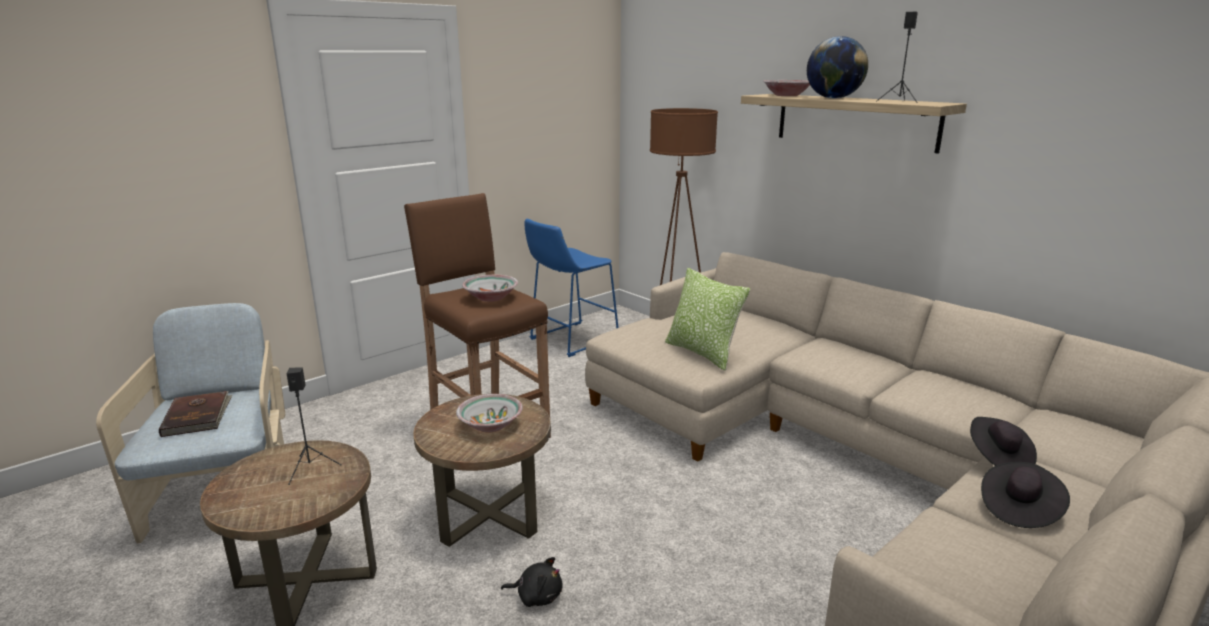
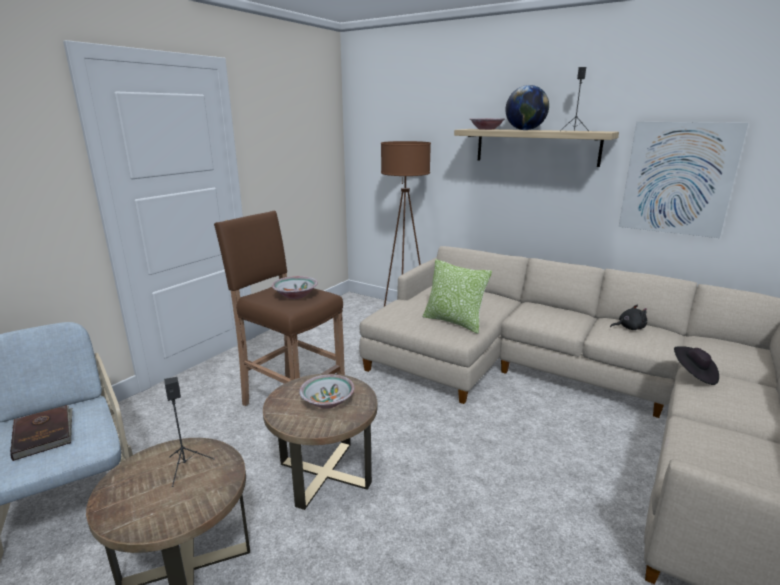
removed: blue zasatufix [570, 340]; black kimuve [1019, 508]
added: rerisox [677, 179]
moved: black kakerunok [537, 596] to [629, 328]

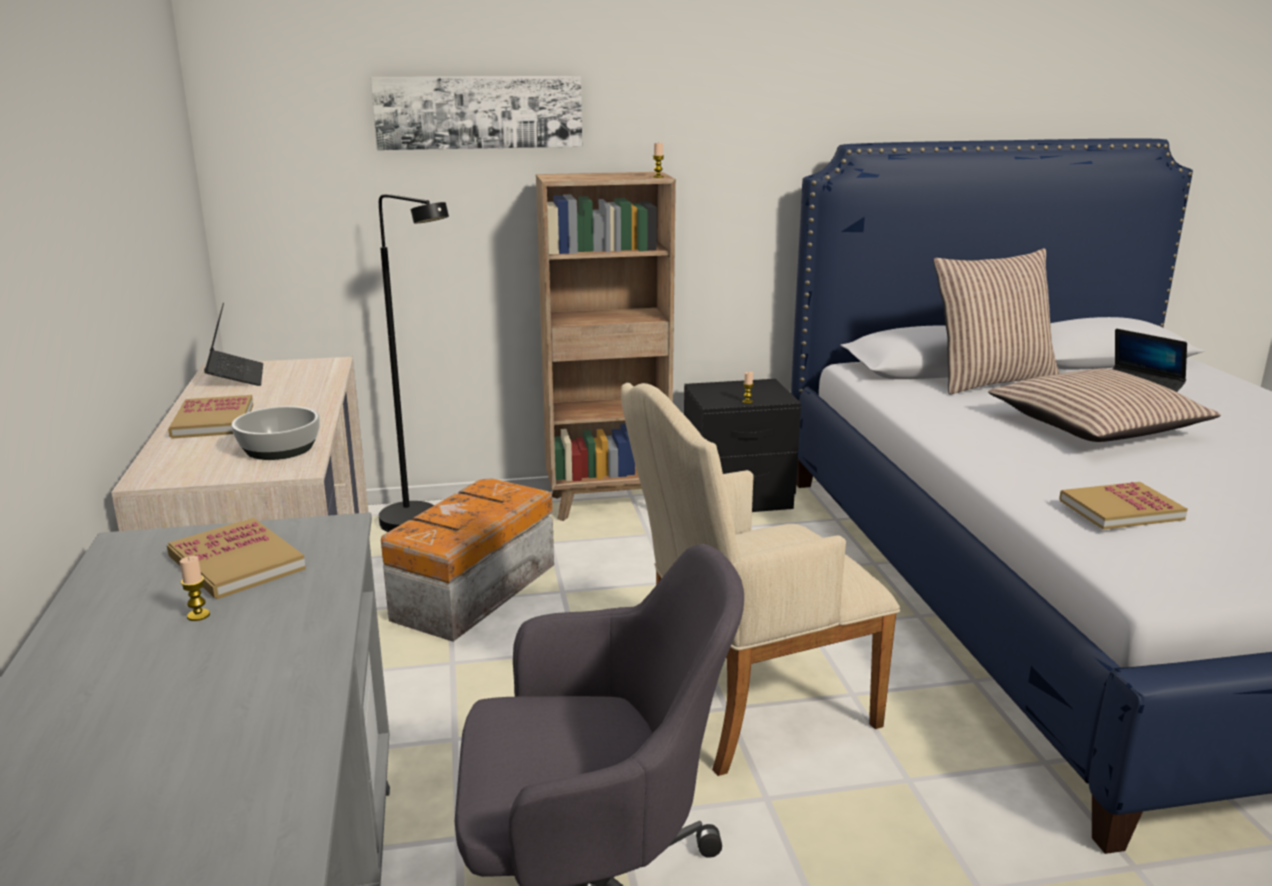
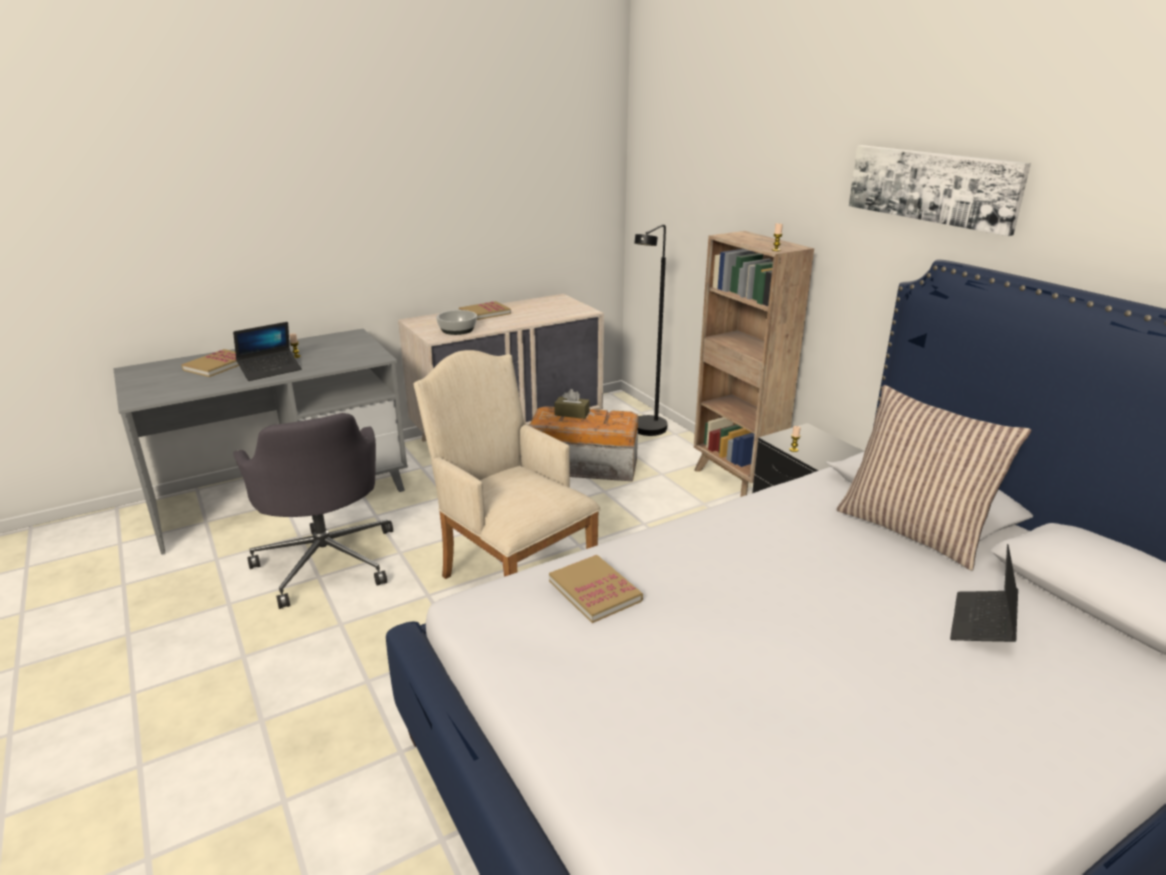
removed: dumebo [1095, 426]
added: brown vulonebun [572, 413]
moved: rerisox [479, 112] to [932, 186]; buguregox [236, 376] to [270, 370]; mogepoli [236, 563] to [217, 365]

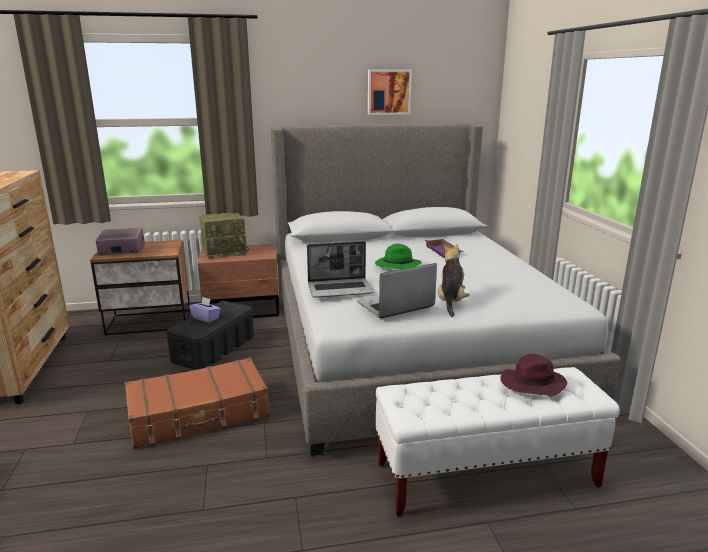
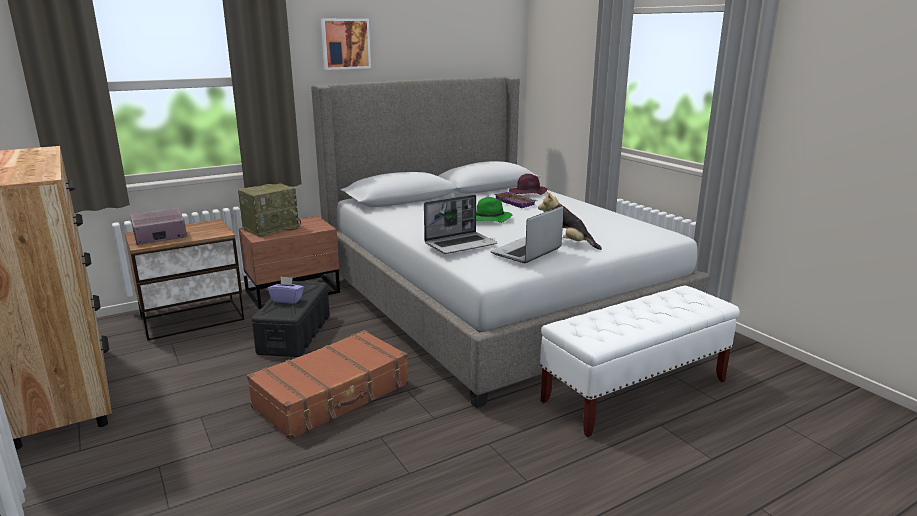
moved: rerisox [388, 92] to [345, 44]; purple kimuve [531, 385] to [527, 193]
turned: kakerunok [450, 302] = [567, 243] 45 degrees counterclockwise

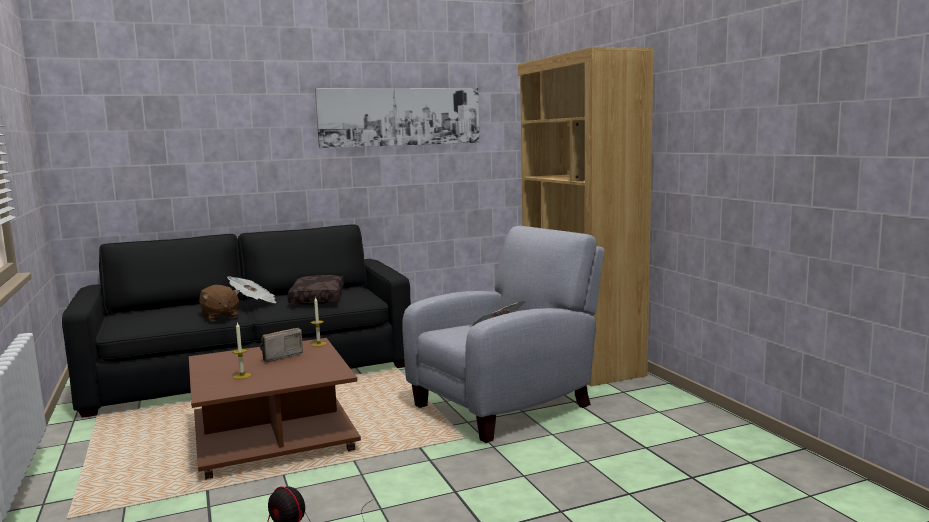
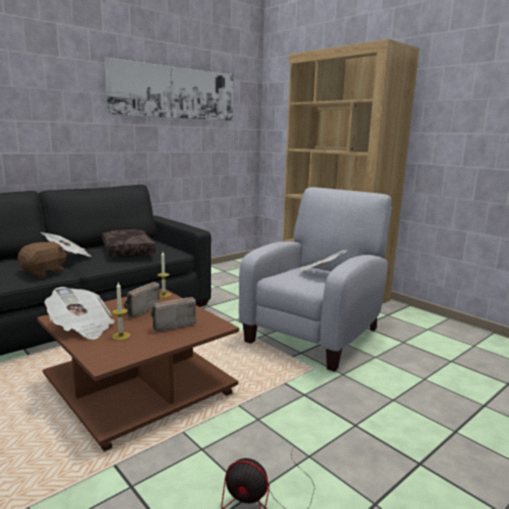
added: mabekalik [81, 328]; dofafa [171, 325]
turned: brown kakerunok [220, 317] = [44, 272] 90 degrees counterclockwise

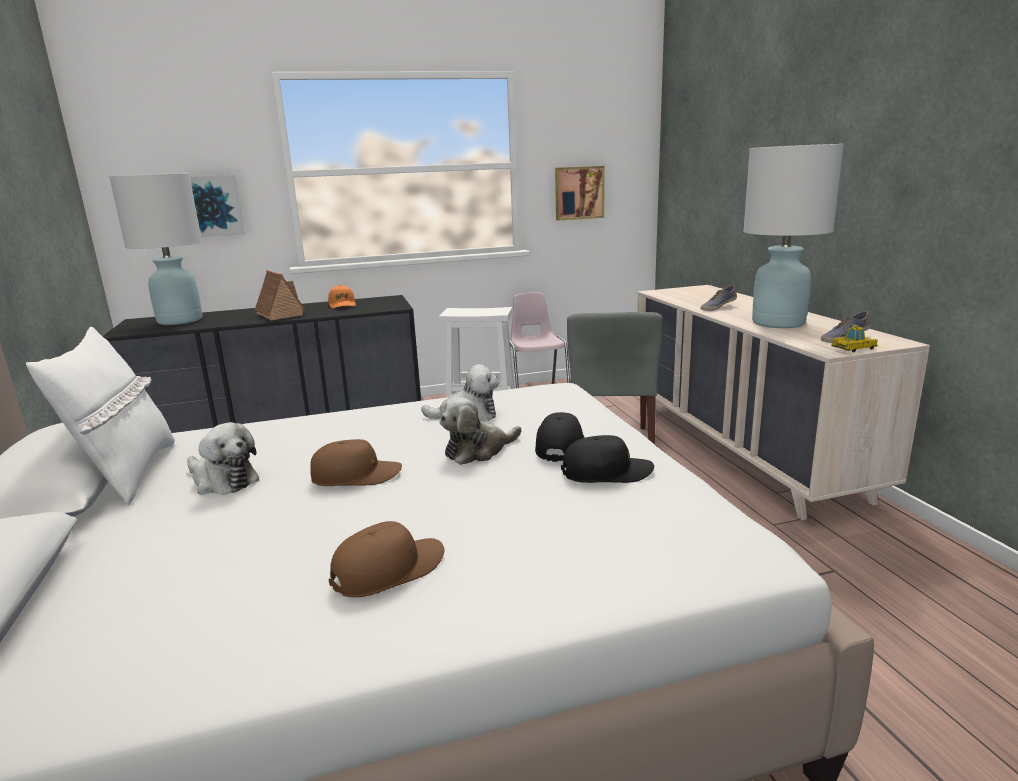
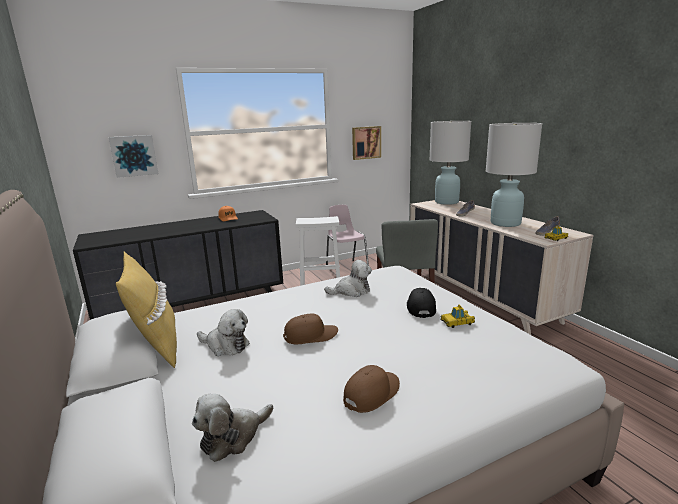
removed: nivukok [279, 314]
moved: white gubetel [180, 320] to [446, 202]; kakerunok [478, 451] to [233, 437]
replaced: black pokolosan [606, 472] to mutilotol [457, 322]
recoloured: white dumebo [127, 474] to yellow dumebo [157, 346]

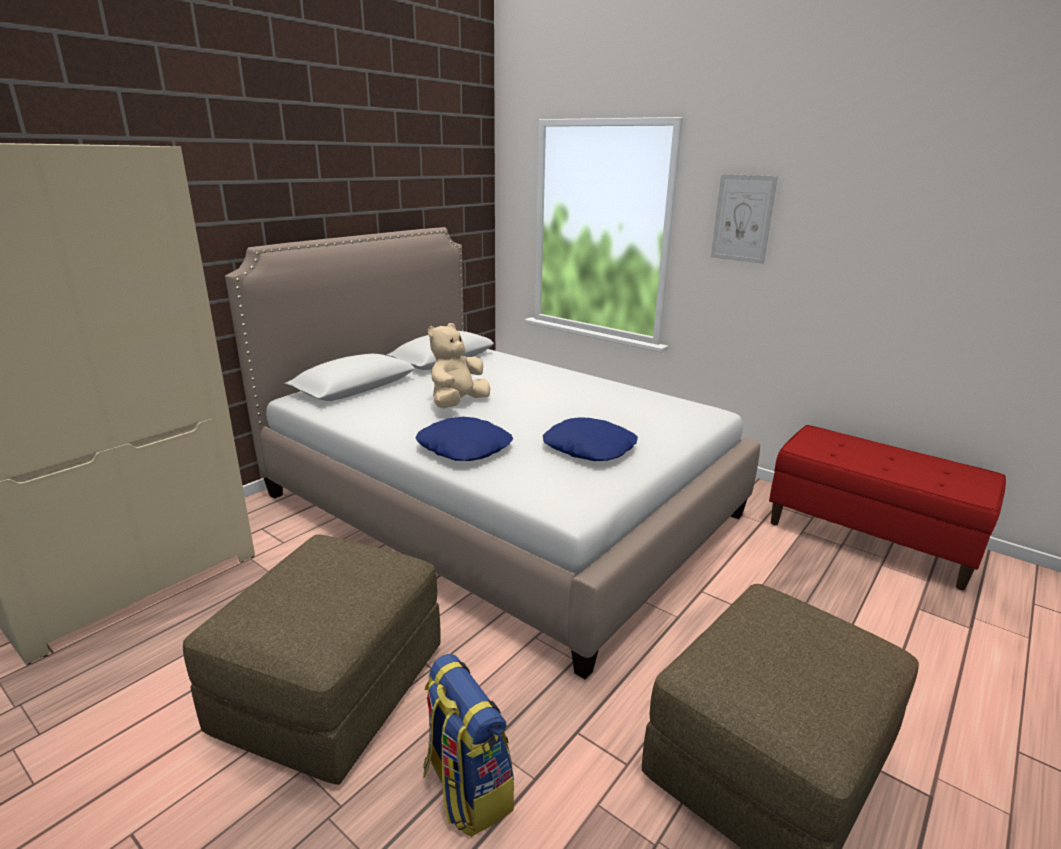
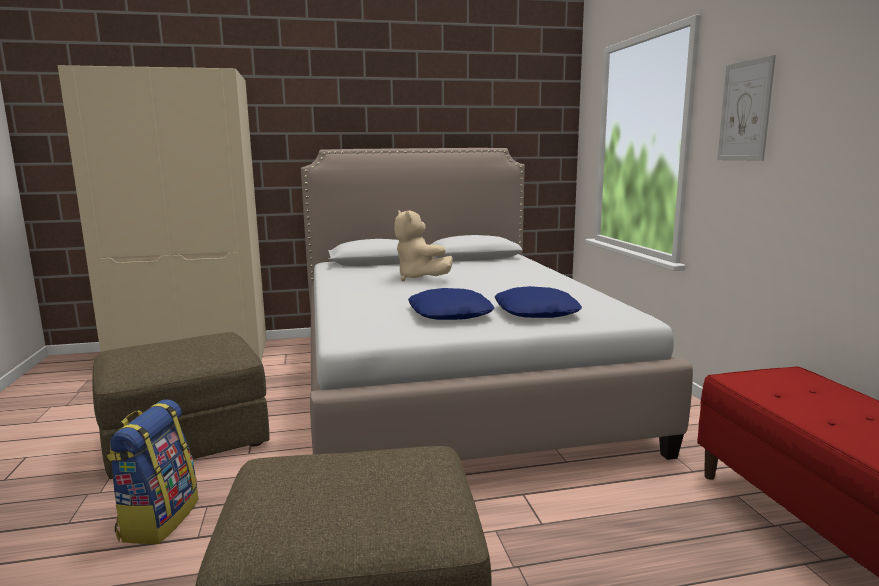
moved: blue dumebo [465, 448] to [536, 312]
turned: beige kakerunok [457, 404] = [419, 278] 105 degrees counterclockwise

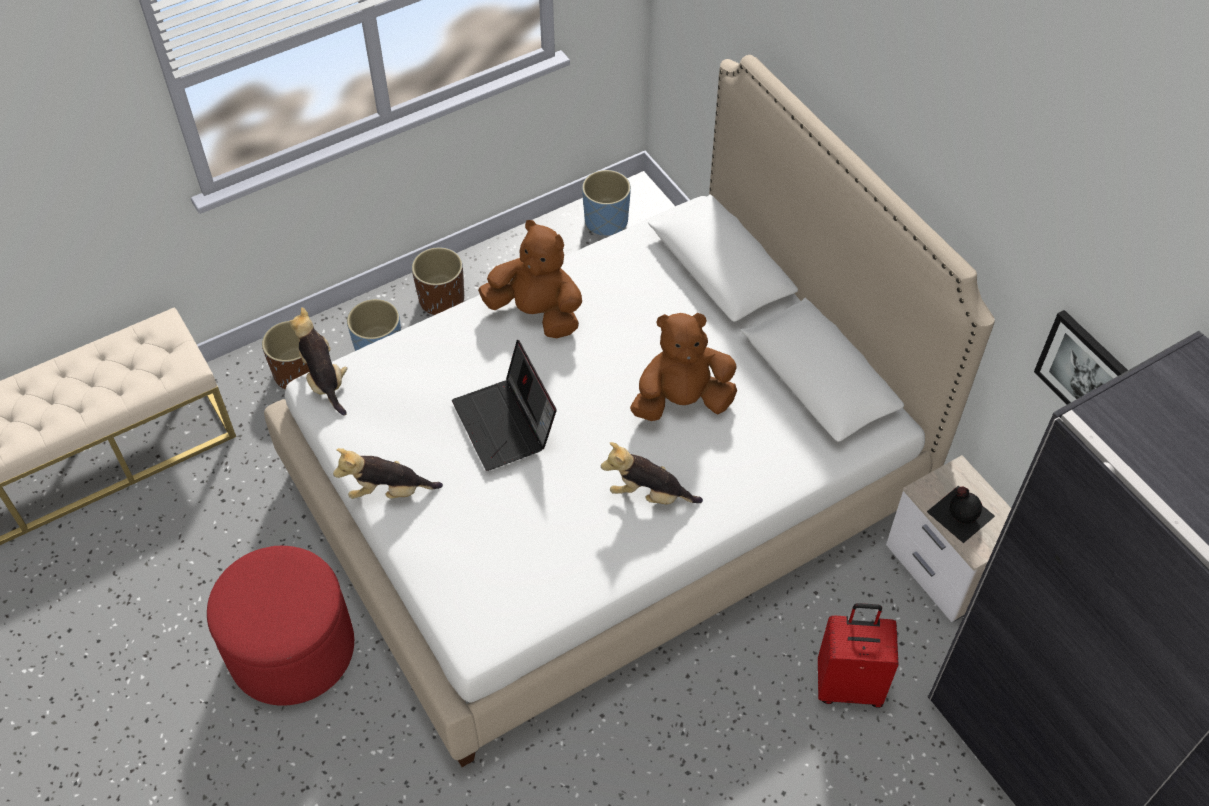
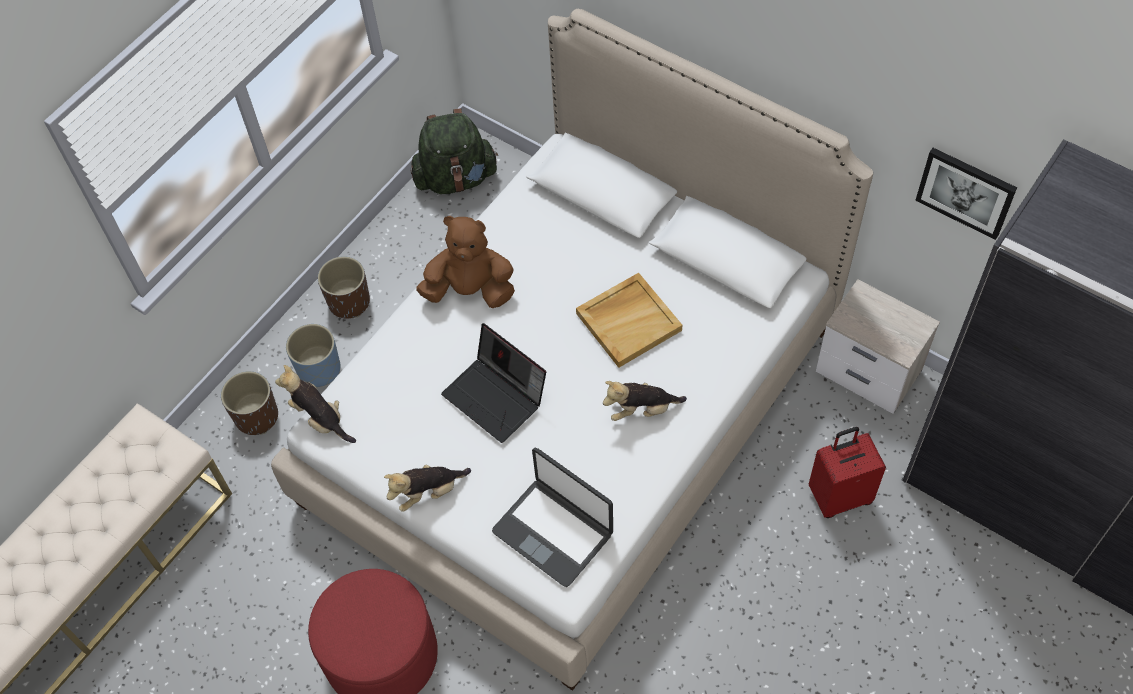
removed: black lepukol [960, 512]
added: buguregox [553, 532]
replaced: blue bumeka [606, 221] to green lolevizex [456, 178]; brown kakerunok [682, 401] to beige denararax [629, 321]

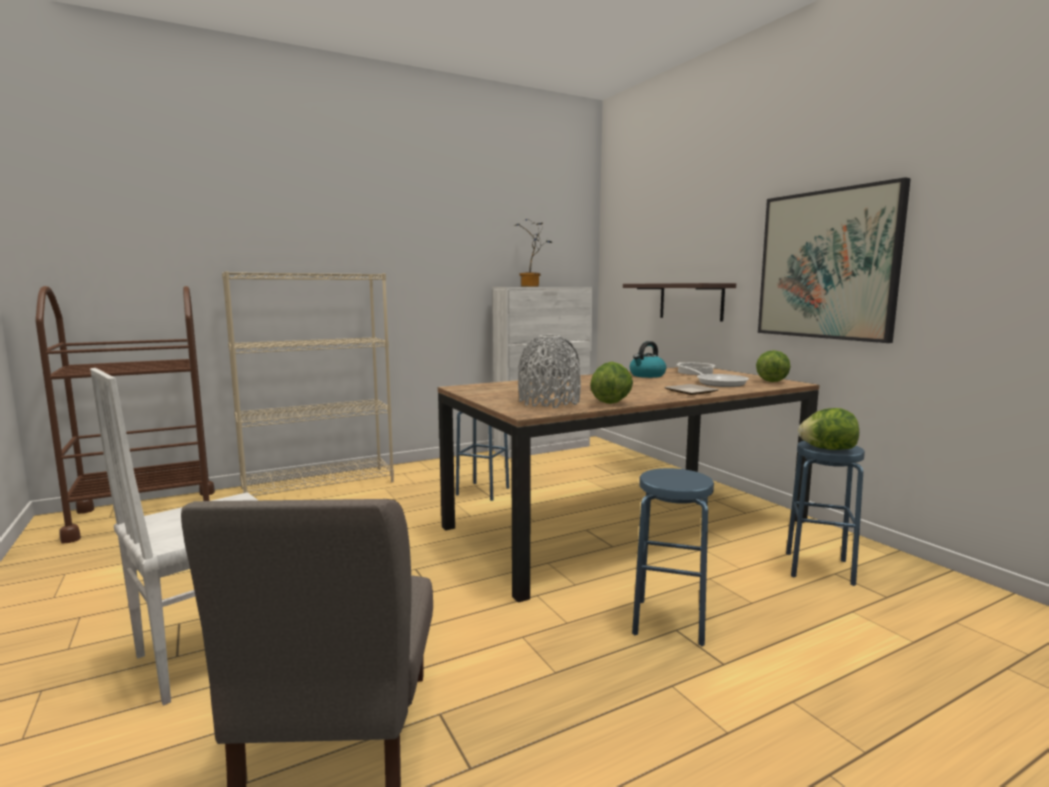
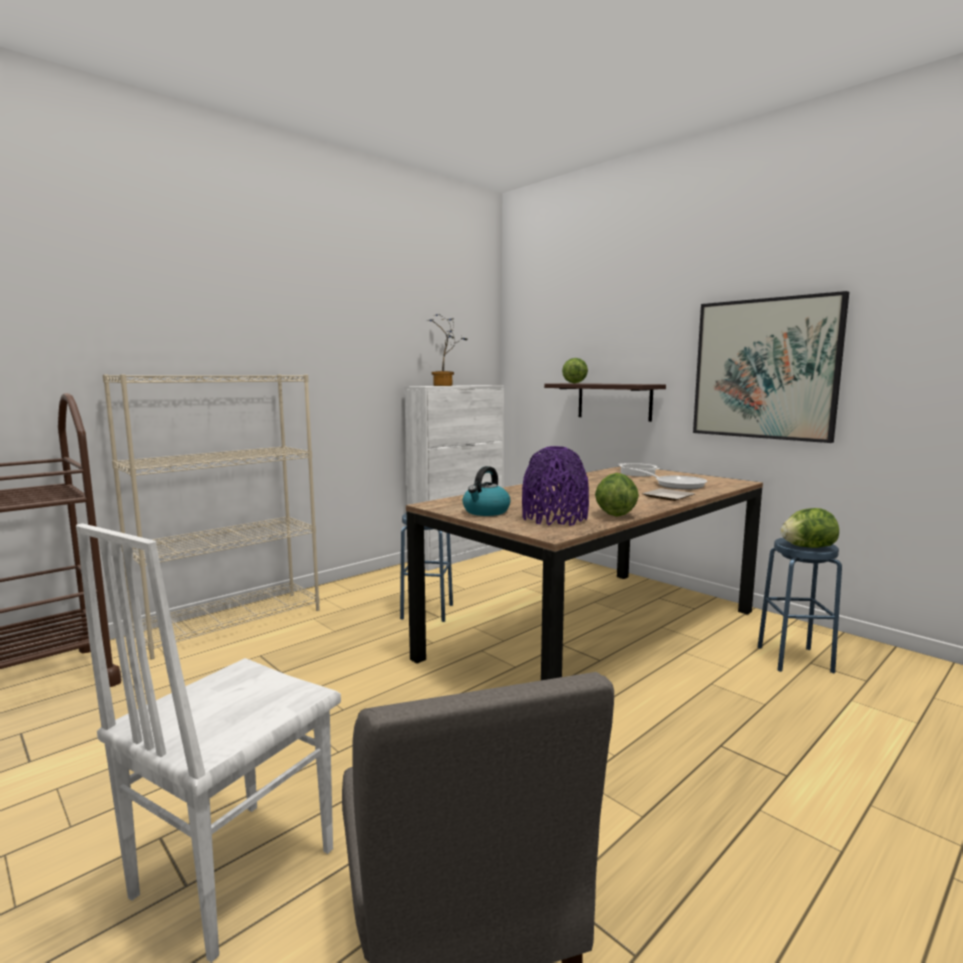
removed: blue zasatufix [669, 622]
moved: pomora [647, 375] to [486, 512]; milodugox [772, 381] to [574, 383]
recoloured: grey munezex [549, 402] to purple munezex [554, 518]

